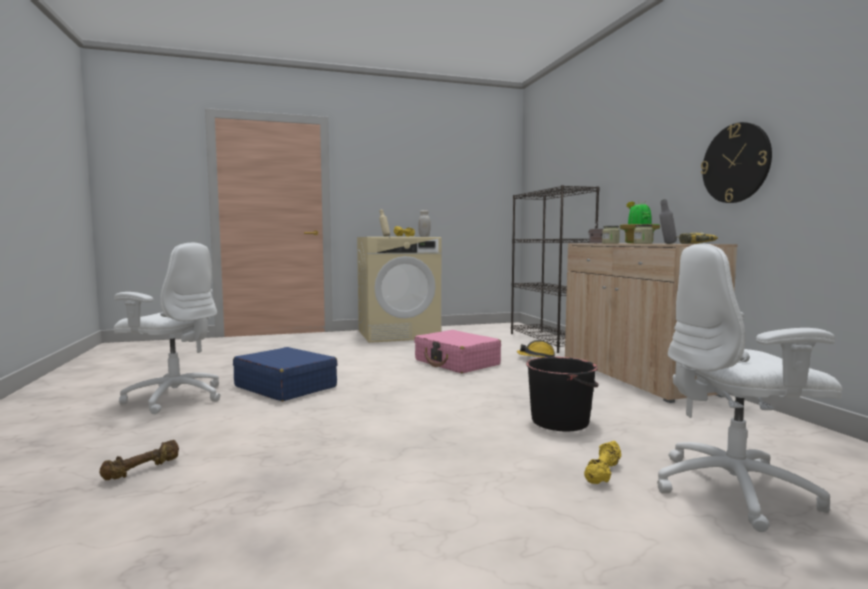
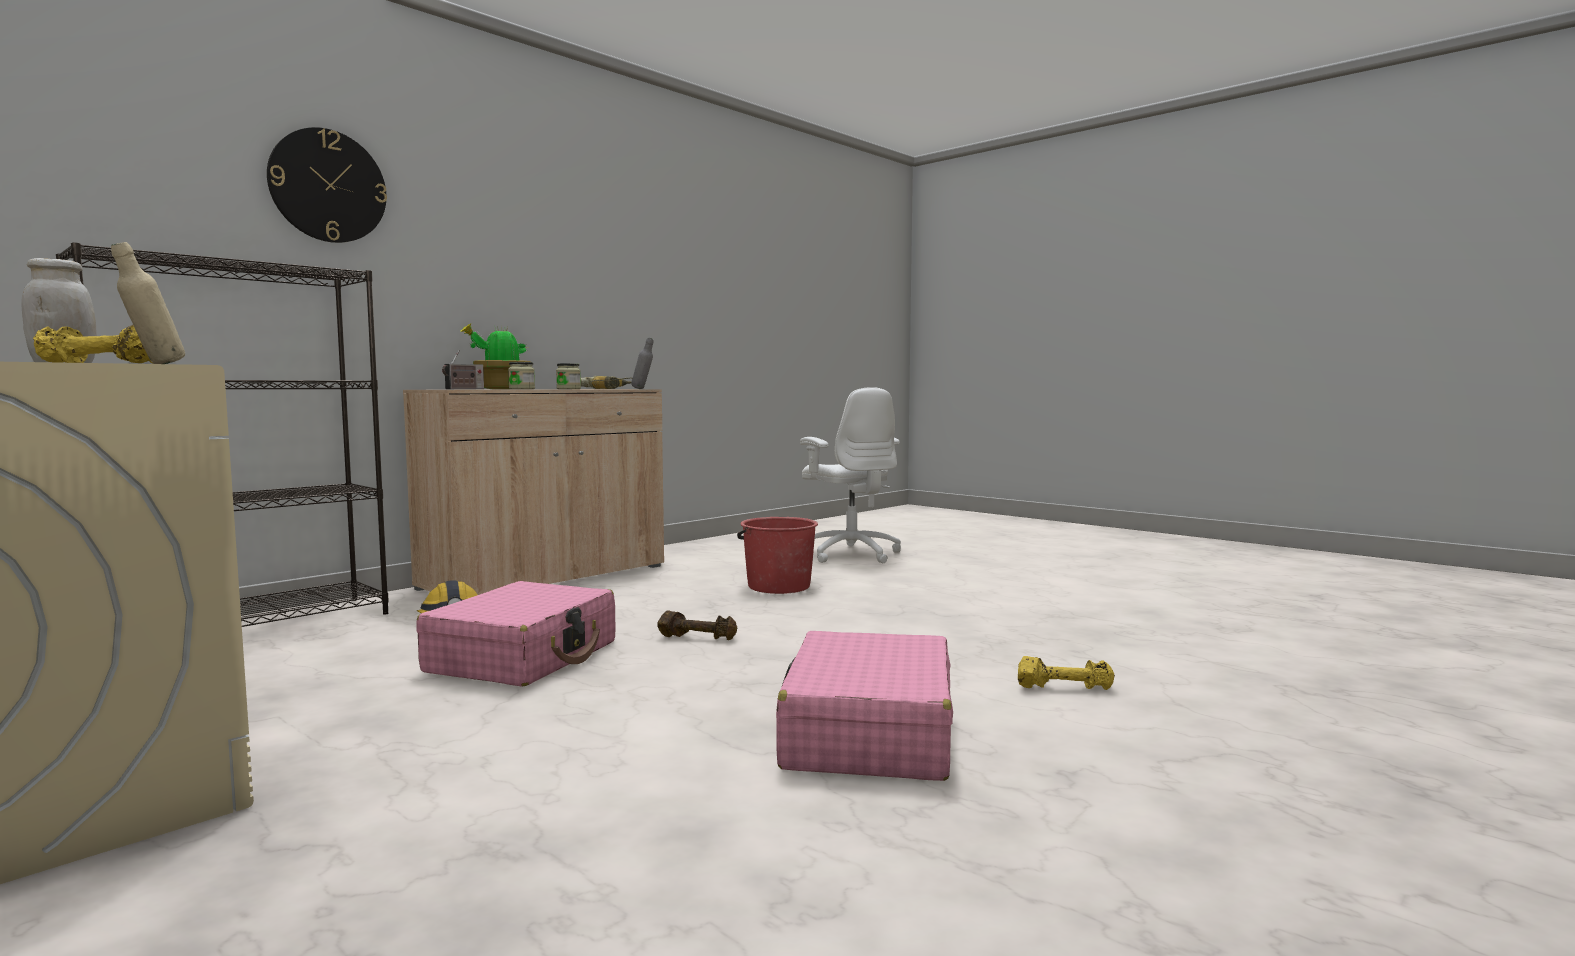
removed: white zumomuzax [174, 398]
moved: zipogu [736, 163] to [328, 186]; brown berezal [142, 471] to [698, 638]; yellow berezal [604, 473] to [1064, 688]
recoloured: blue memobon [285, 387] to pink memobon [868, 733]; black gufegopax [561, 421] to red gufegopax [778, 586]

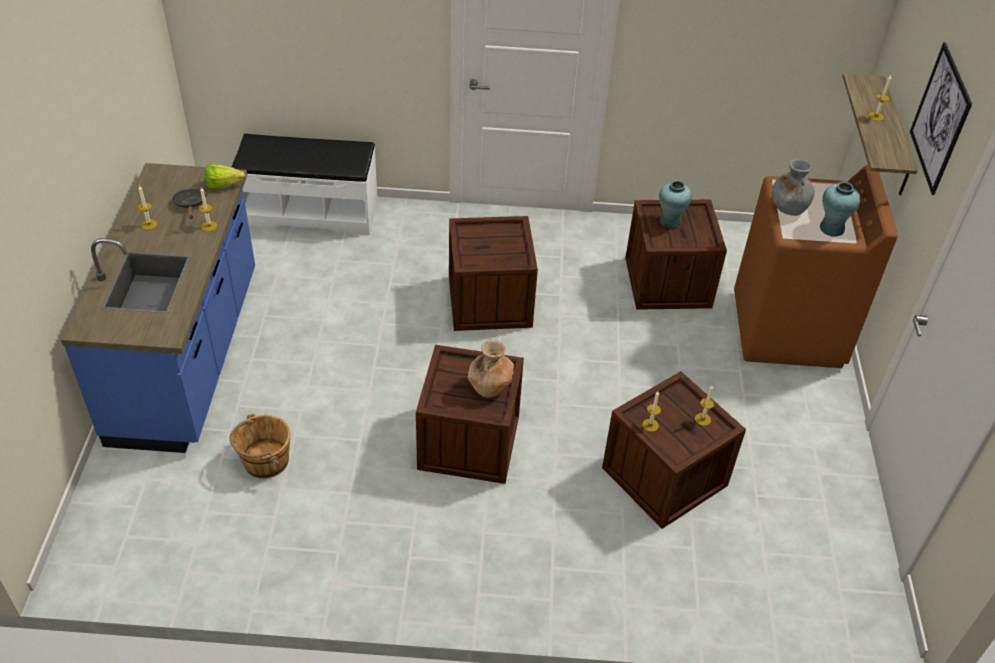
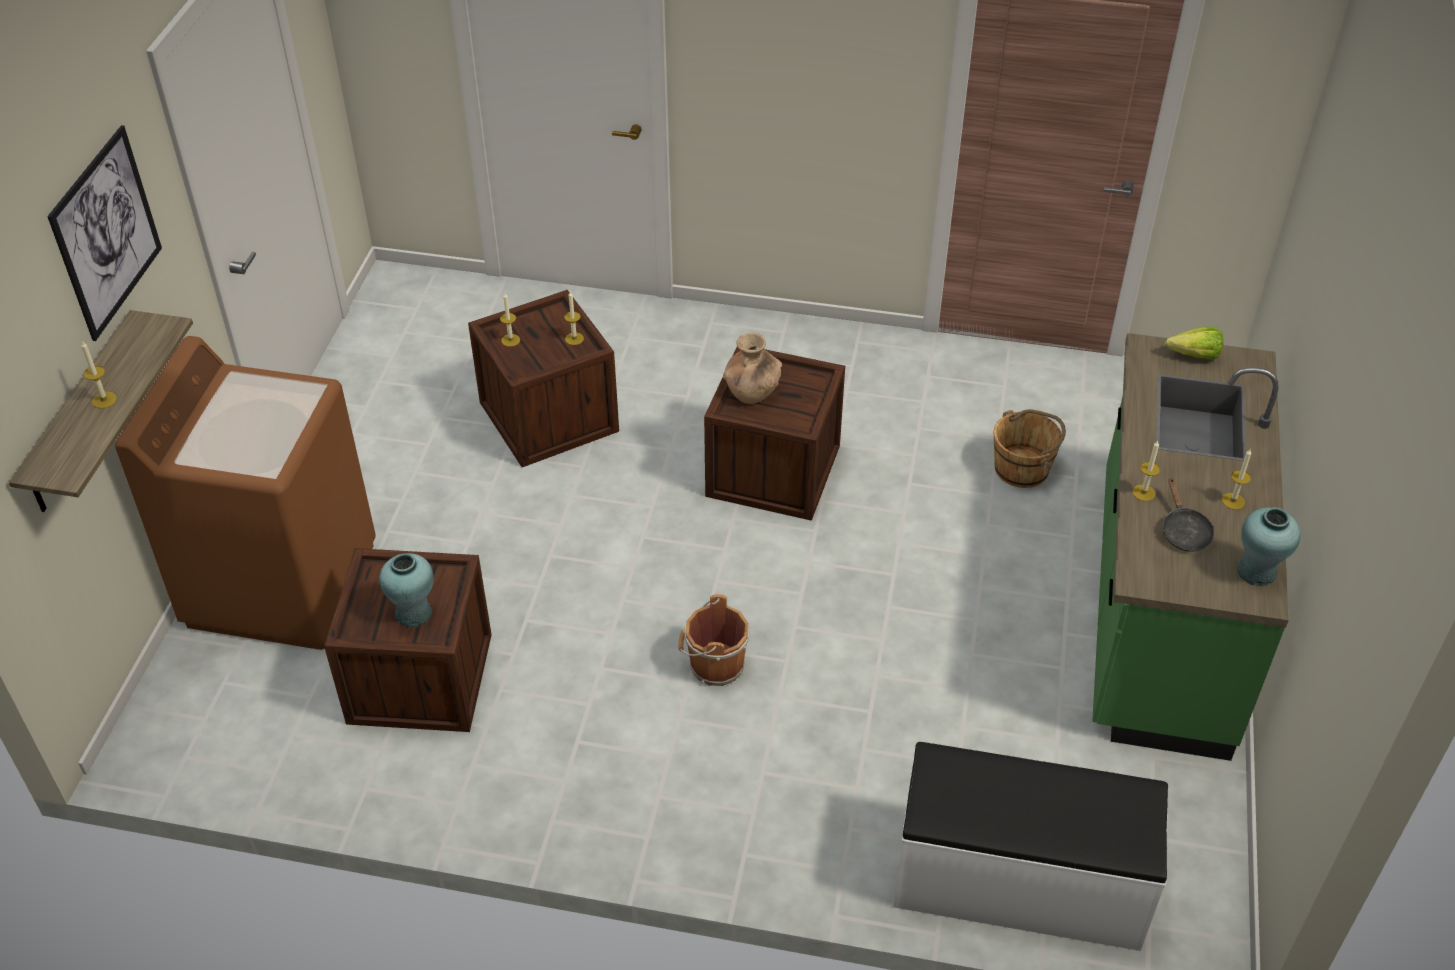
removed: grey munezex [788, 206]
moved: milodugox [227, 186] to [1189, 355]; turquoise munezex [831, 228] to [1257, 571]
replaced: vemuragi [489, 301] to brown gufegopax [714, 666]
recoloured: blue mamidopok [188, 356] to green mamidopok [1158, 610]

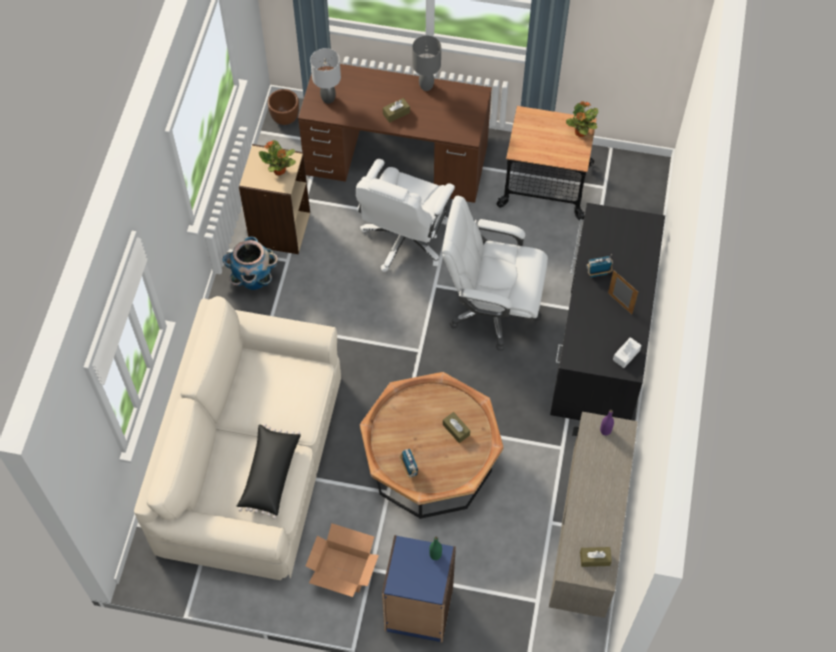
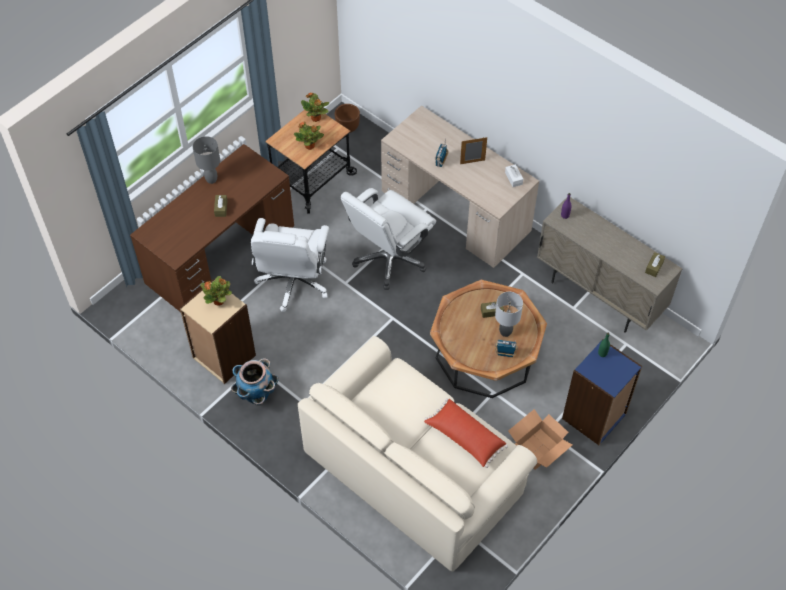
added: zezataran [310, 146]
moved: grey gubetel [328, 99] to [506, 332]; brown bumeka [285, 118] to [348, 128]
recoloured: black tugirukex [600, 340] to beige tugirukex [455, 211]; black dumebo [269, 475] to red dumebo [464, 437]
turned: white zumomuzax [404, 239] = [293, 282] 45 degrees clockwise

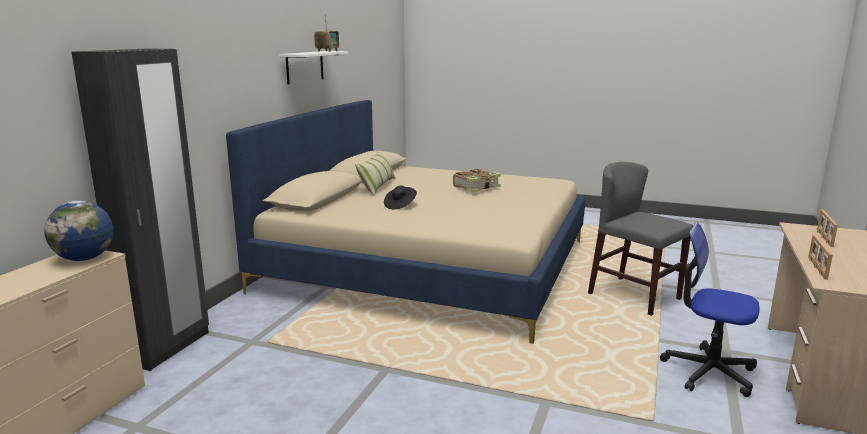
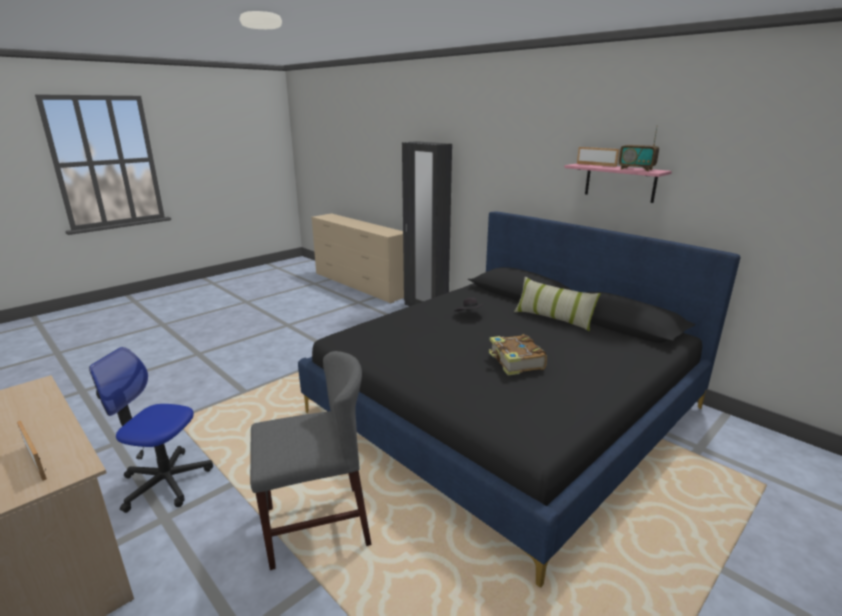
removed: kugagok [85, 259]
moved: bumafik [816, 267] to [596, 165]
recoloured: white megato [305, 67] to pink megato [620, 182]; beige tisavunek [429, 265] to black tisavunek [505, 410]
turned: zumomuzax [709, 372] = [165, 481] 135 degrees counterclockwise

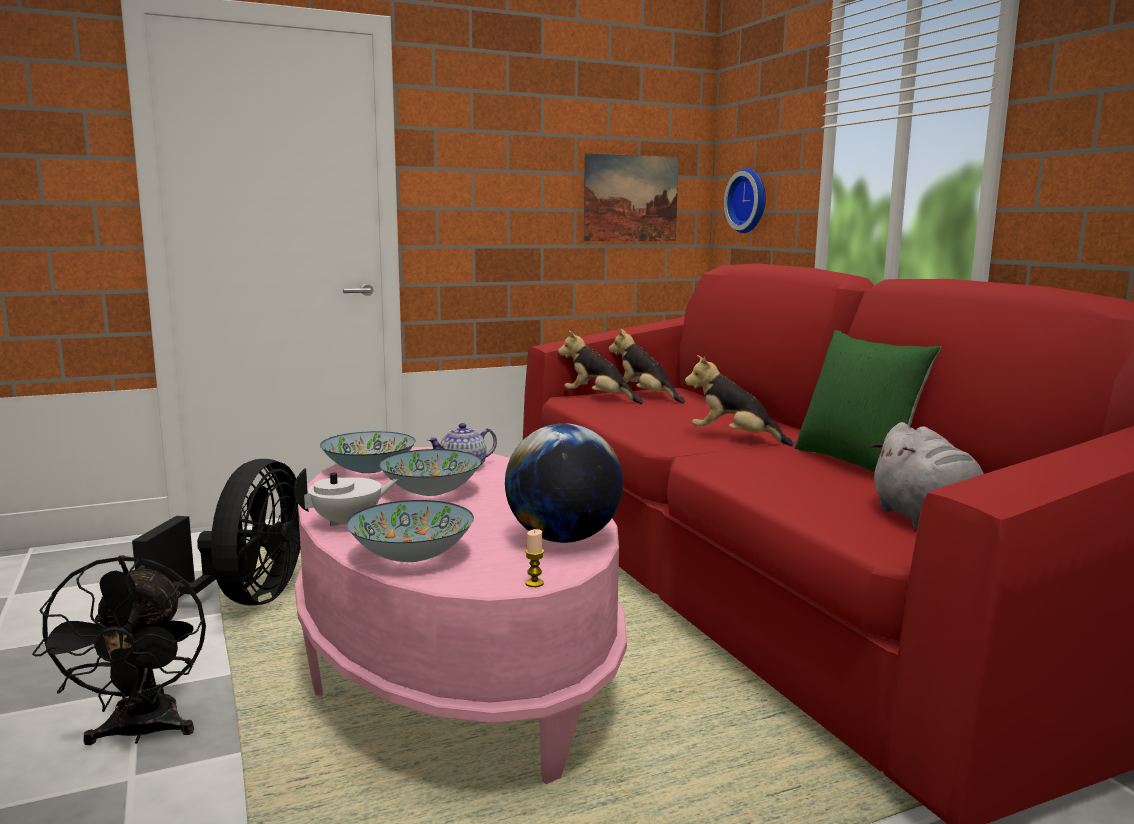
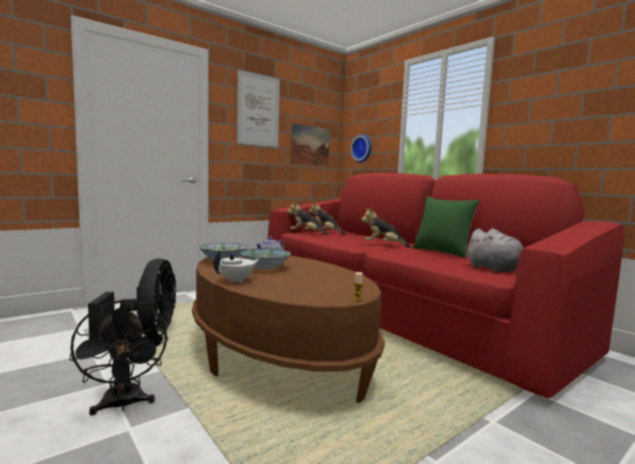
removed: kugagok [563, 539]; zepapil [411, 556]
added: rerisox [258, 110]
recoloured: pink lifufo [454, 664] to brown lifufo [278, 355]

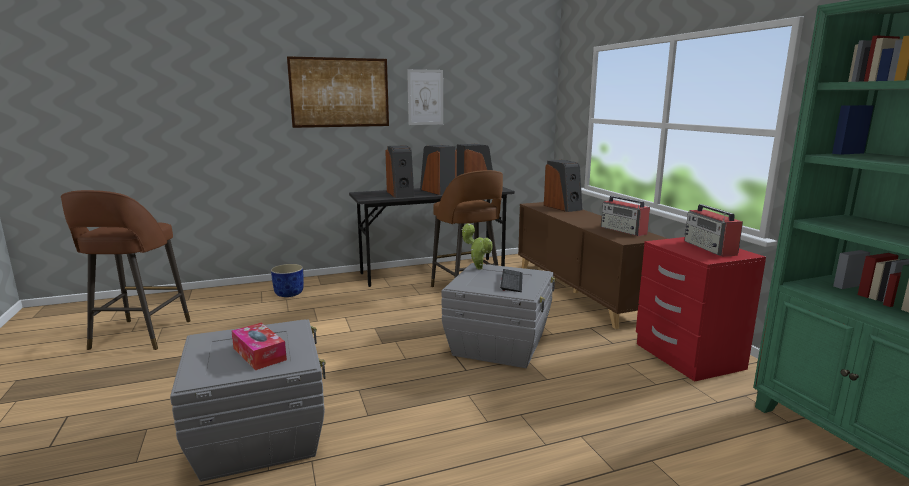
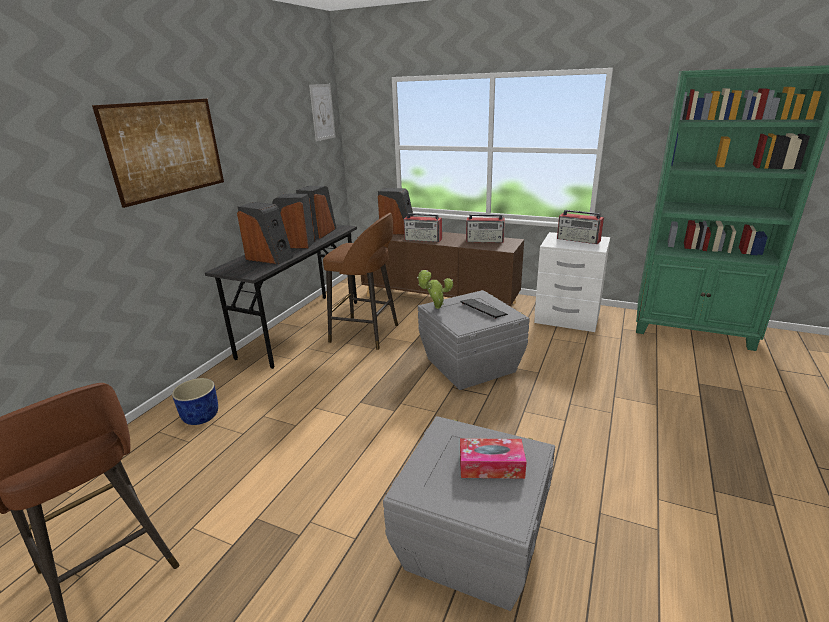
added: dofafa [423, 239]
moved: rerisox [425, 97] to [322, 112]
recoloured: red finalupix [687, 357] to white finalupix [567, 318]

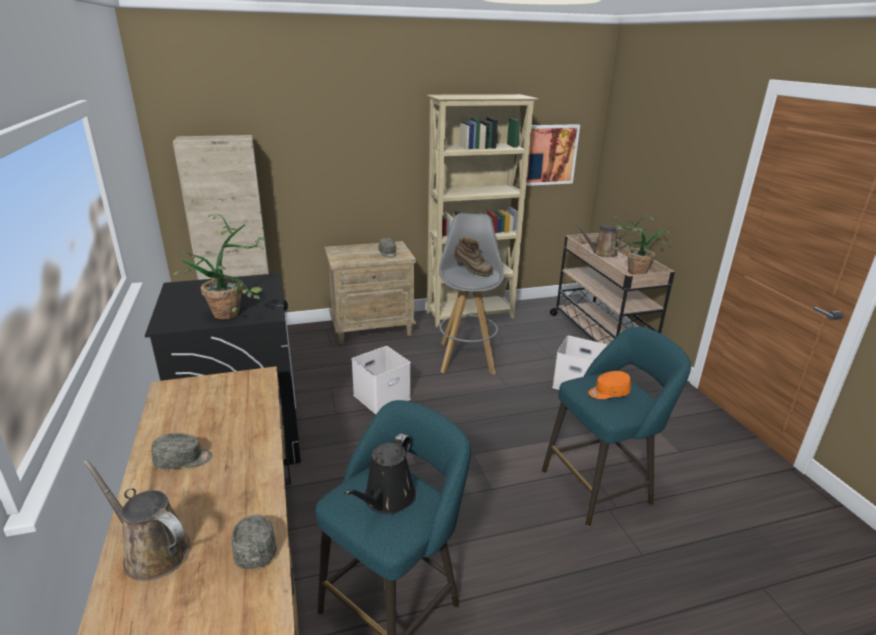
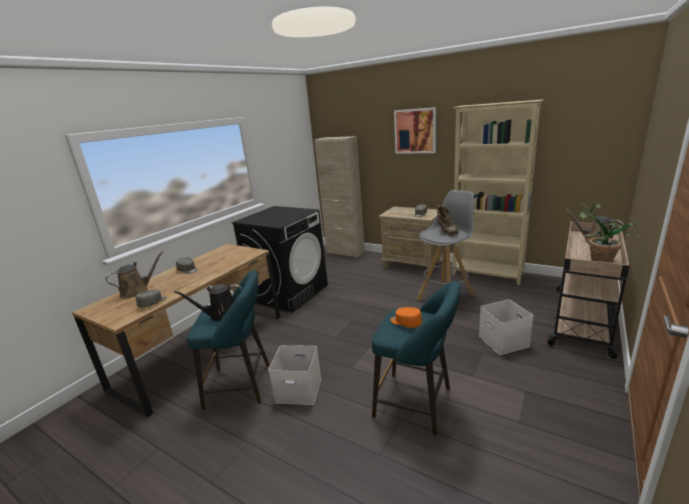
removed: zezataran [234, 312]
moved: rerisox [548, 154] to [415, 131]; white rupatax [382, 396] to [299, 389]
turned: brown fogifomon [152, 551] = [137, 291] 60 degrees clockwise

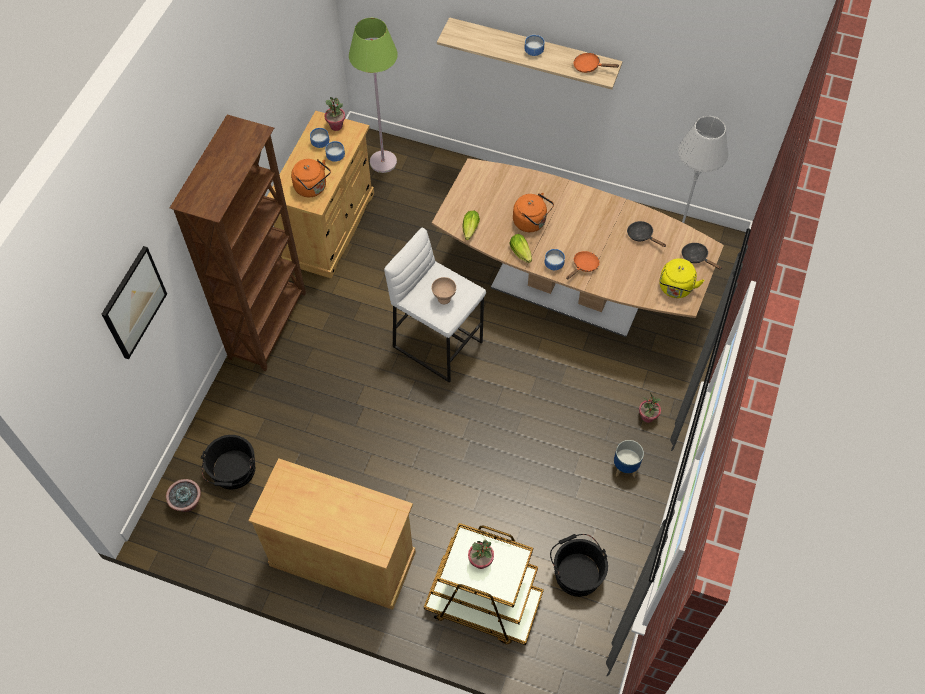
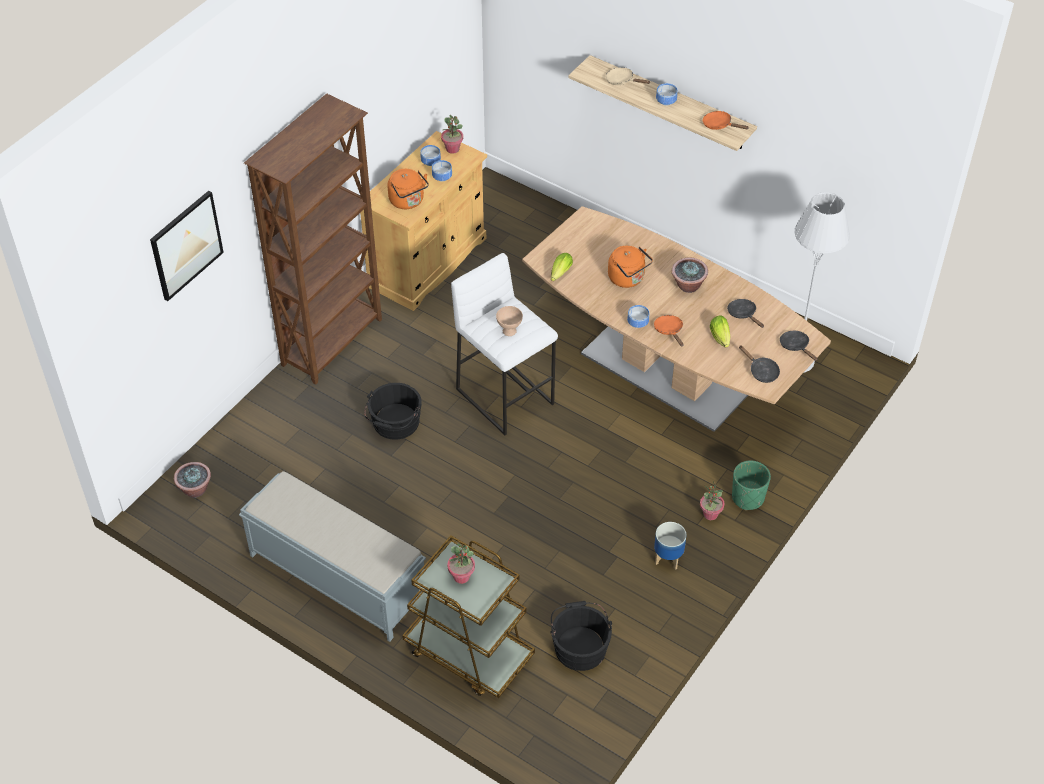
removed: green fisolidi [383, 162]
added: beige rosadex [622, 81]; zezataran [688, 286]; green bumeka [748, 498]
moved: milodugox [521, 254] to [720, 338]; black gufegopax [233, 472] to [395, 424]
replaced: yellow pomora [675, 289] to black rosadex [761, 371]; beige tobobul [343, 558] to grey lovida [336, 576]
turned: orange rosadex [583, 266] = [669, 330] 75 degrees counterclockwise

